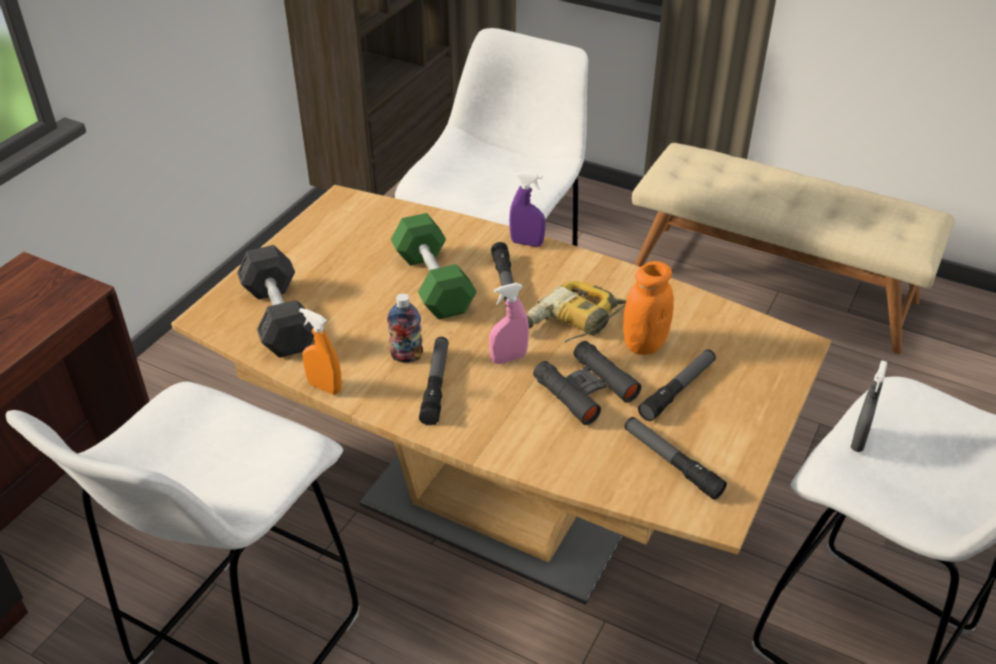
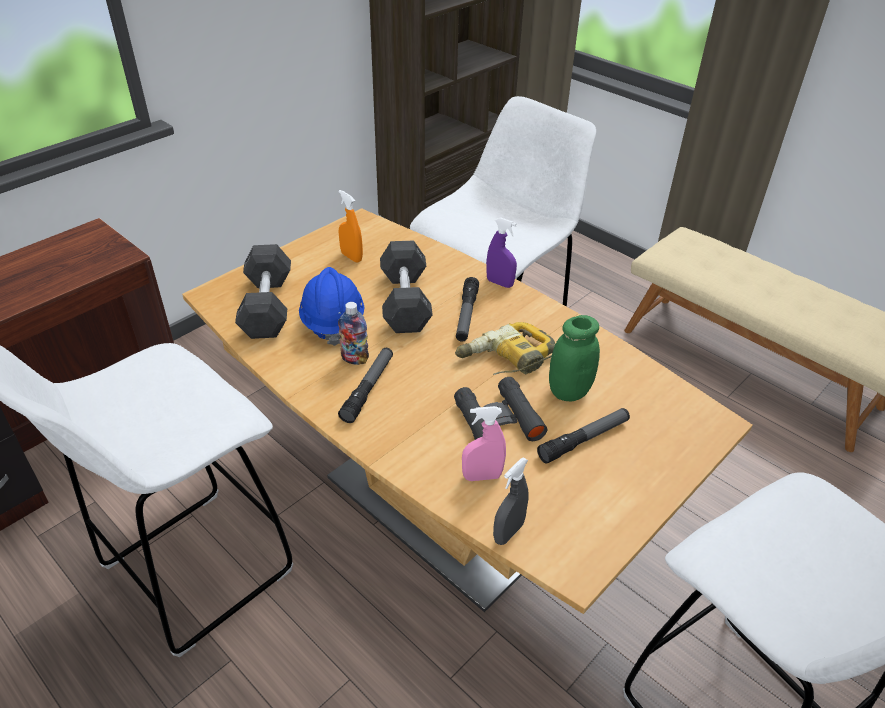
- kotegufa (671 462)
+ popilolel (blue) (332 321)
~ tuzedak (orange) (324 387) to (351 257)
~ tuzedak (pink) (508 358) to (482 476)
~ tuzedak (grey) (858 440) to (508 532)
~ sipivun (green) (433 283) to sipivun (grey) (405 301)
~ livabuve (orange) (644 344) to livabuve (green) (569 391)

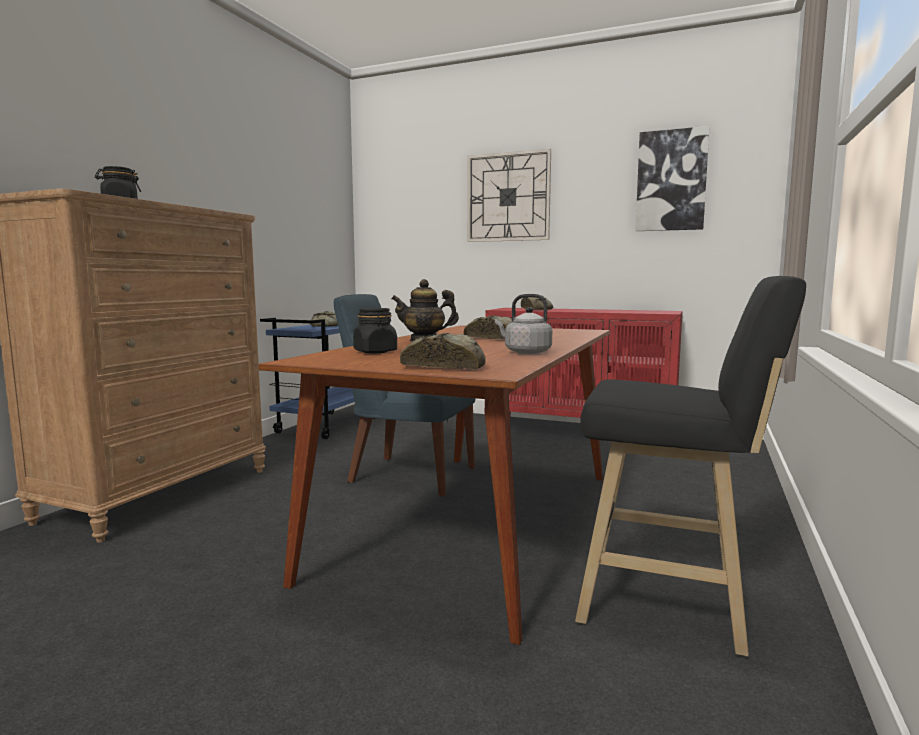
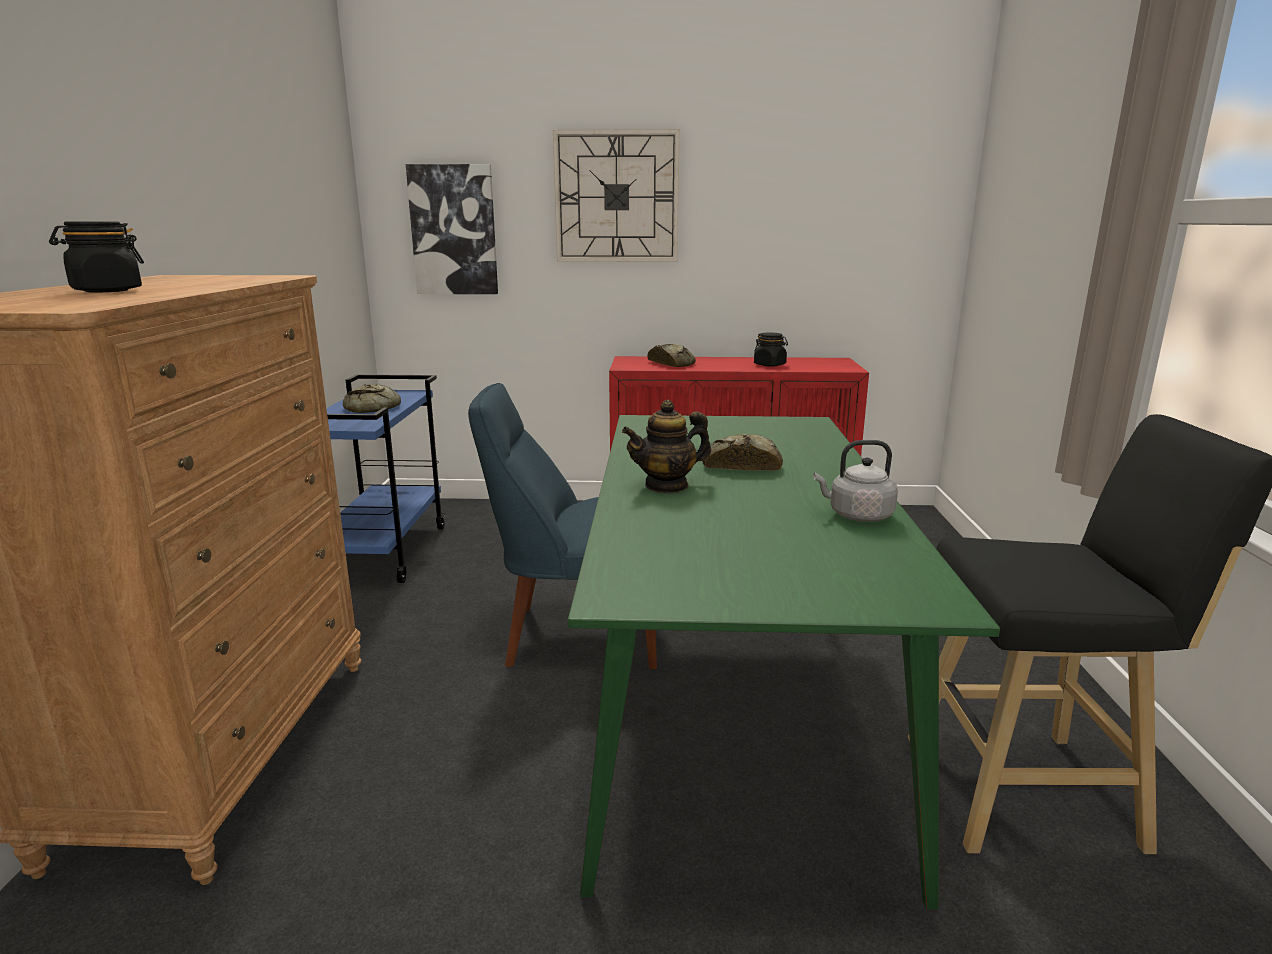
- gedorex (444 366)
~ livabuve (black) (375 352) to (770 365)
~ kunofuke (671 181) to (454 230)
~ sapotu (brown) (477 522) to sapotu (green) (733 708)

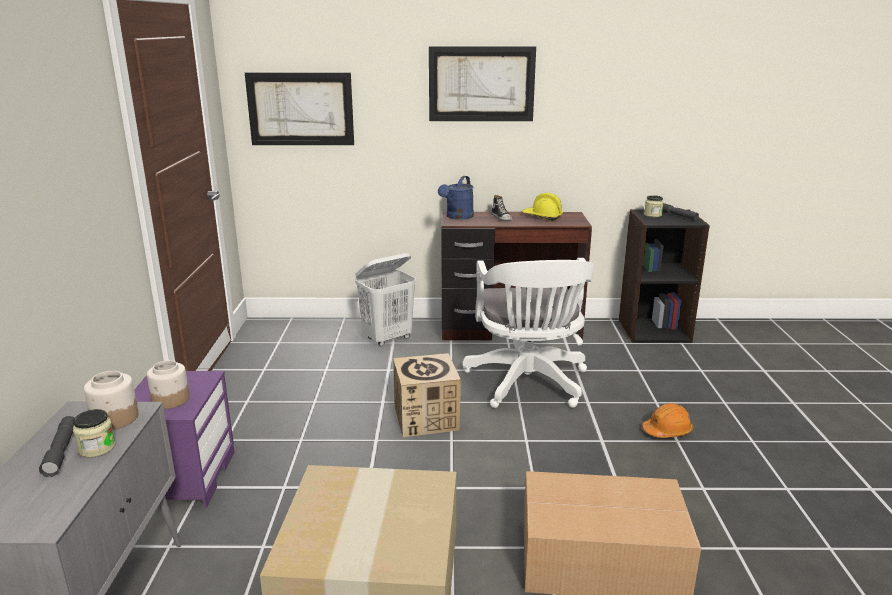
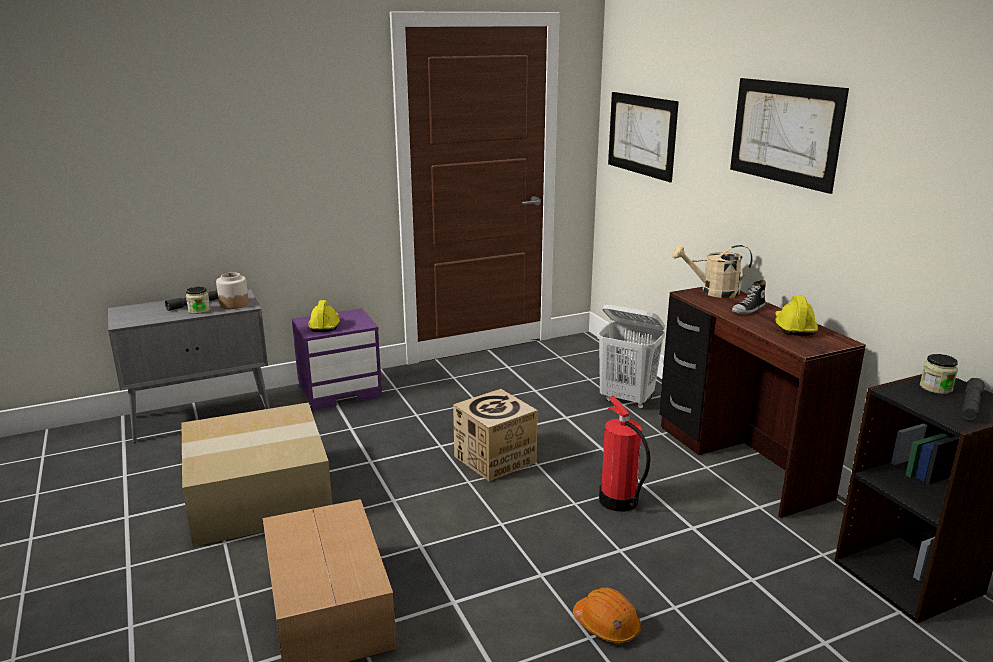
~ livabuve (171 400) to popilolel (yellow) (325 325)
~ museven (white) (528 384) to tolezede (619 501)
~ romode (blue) (457 217) to romode (beige) (712 292)

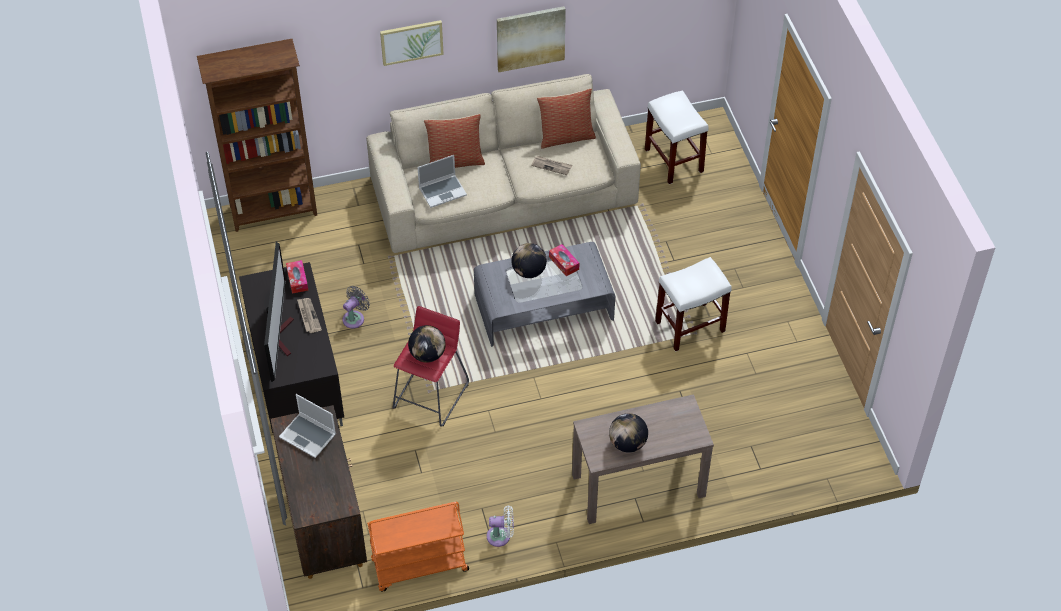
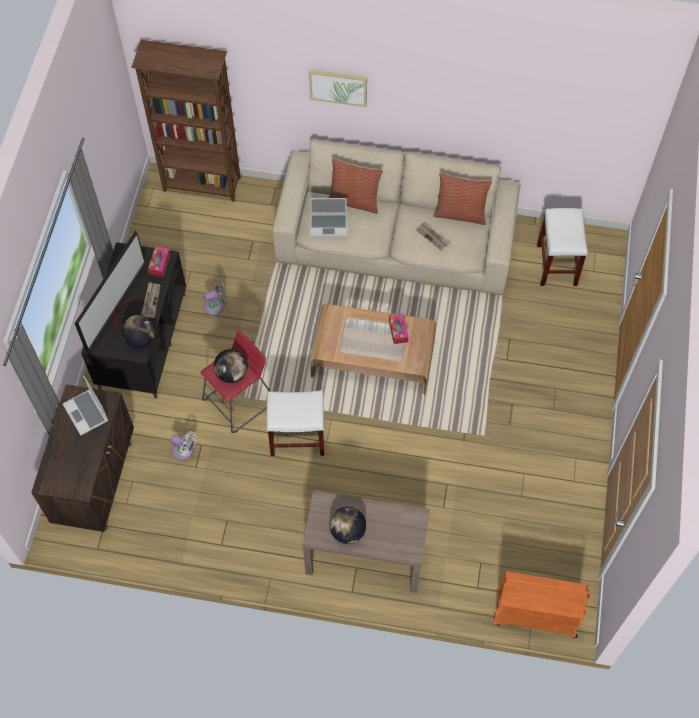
- kunofuke (530 38)
~ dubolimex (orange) (419 566) to (535 615)
~ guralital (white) (501 536) to (184 452)
~ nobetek (529 271) to (140 339)
~ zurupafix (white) (689 327) to (296 438)
~ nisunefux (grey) (543 307) to nisunefux (brown) (373 359)

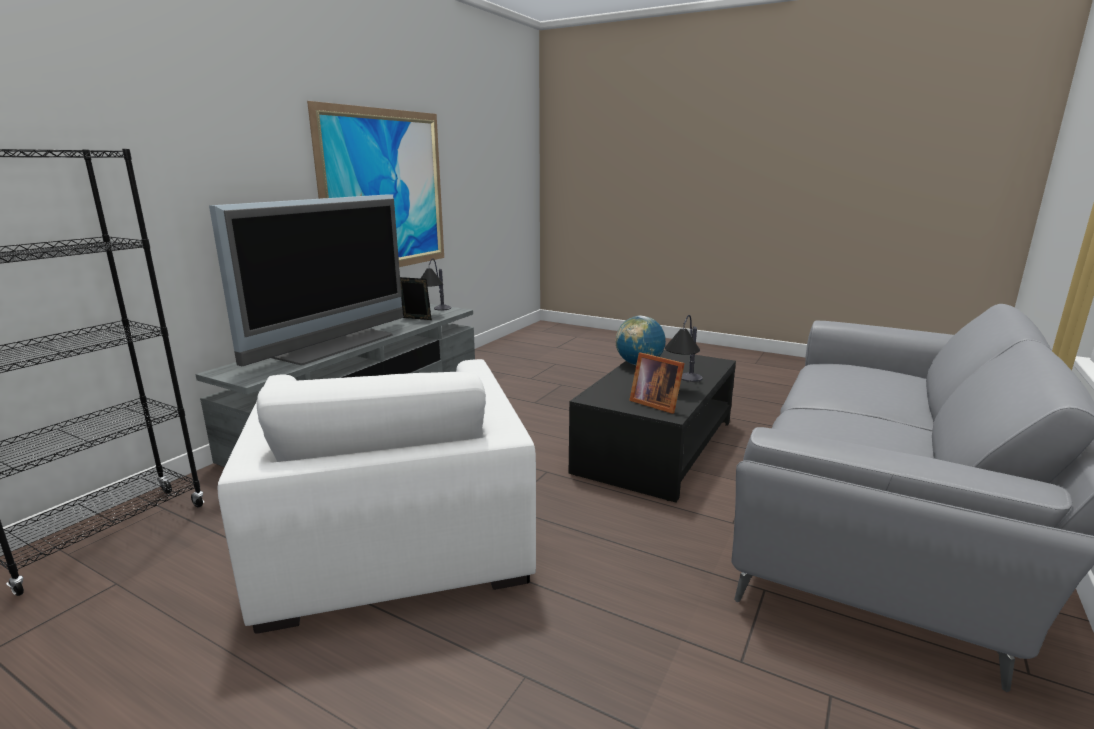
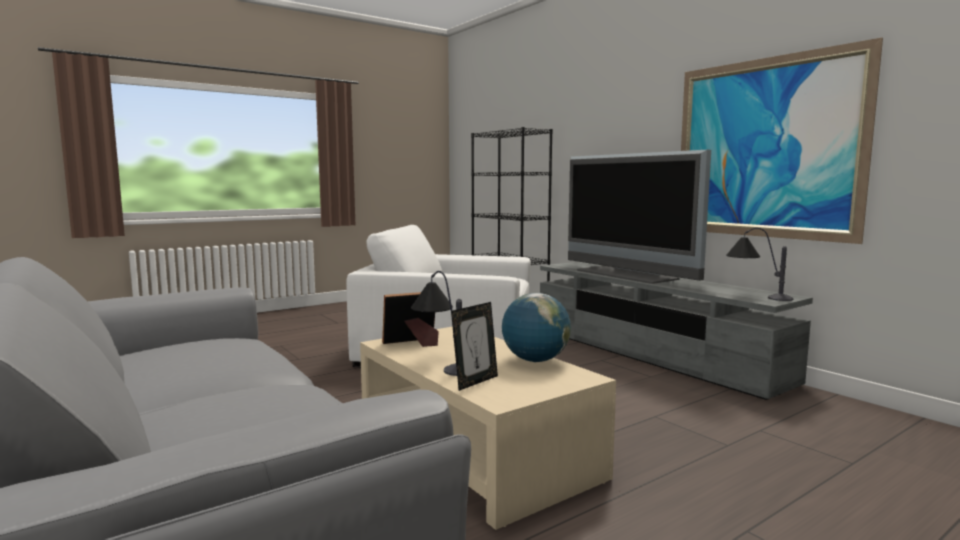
~ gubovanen (416 319) to (475 382)
~ nisunefux (black) (656 446) to nisunefux (beige) (474 449)

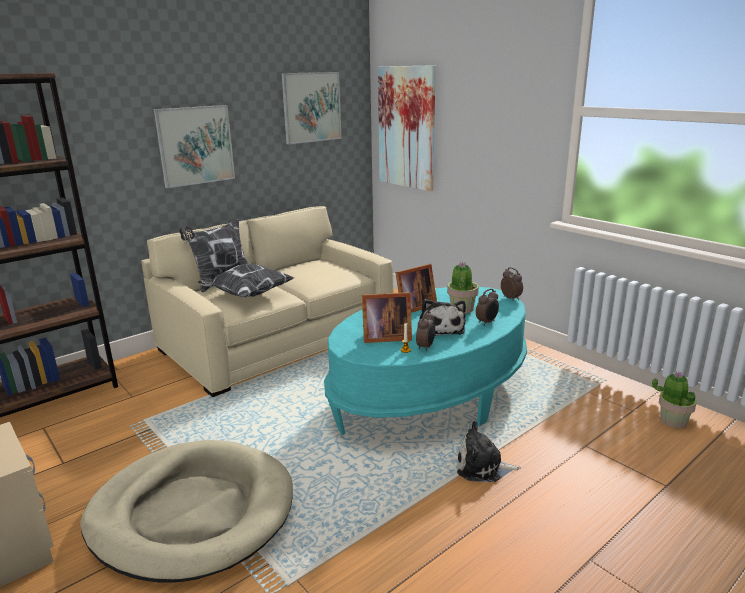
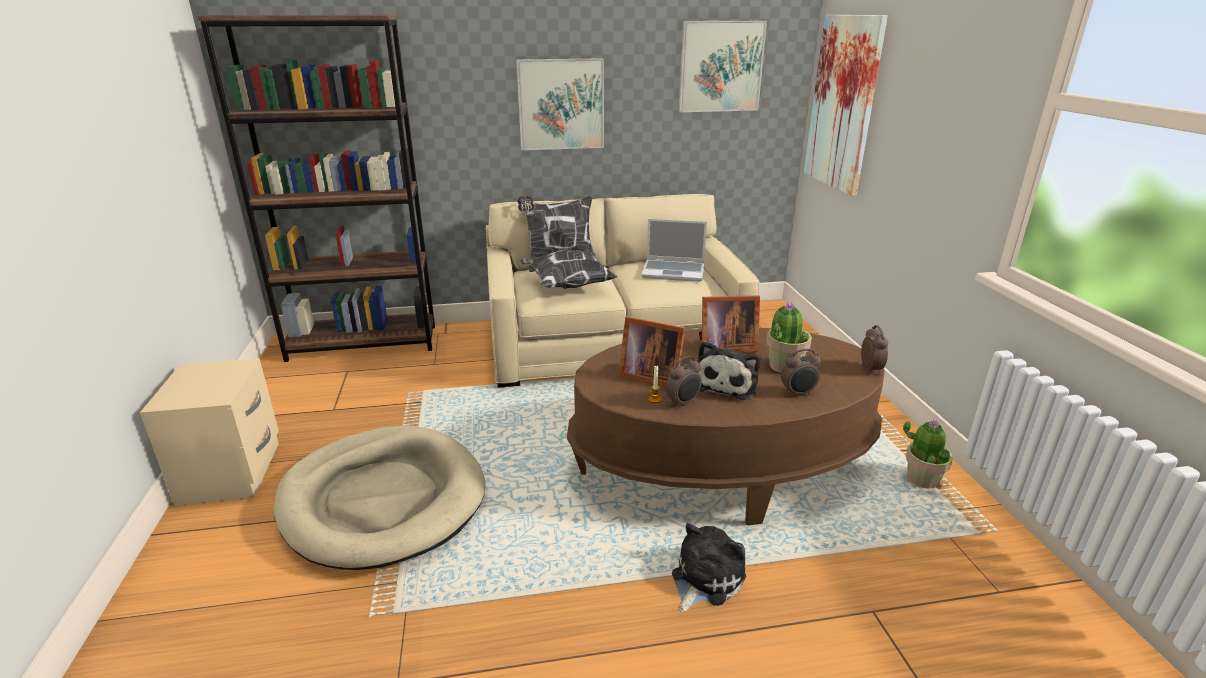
+ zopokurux (674 272)
~ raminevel (672 421) to (922 479)
~ nisunefux (turquoise) (430 396) to nisunefux (brown) (721 464)
~ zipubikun (483 467) = (704 579) 90 degrees clockwise

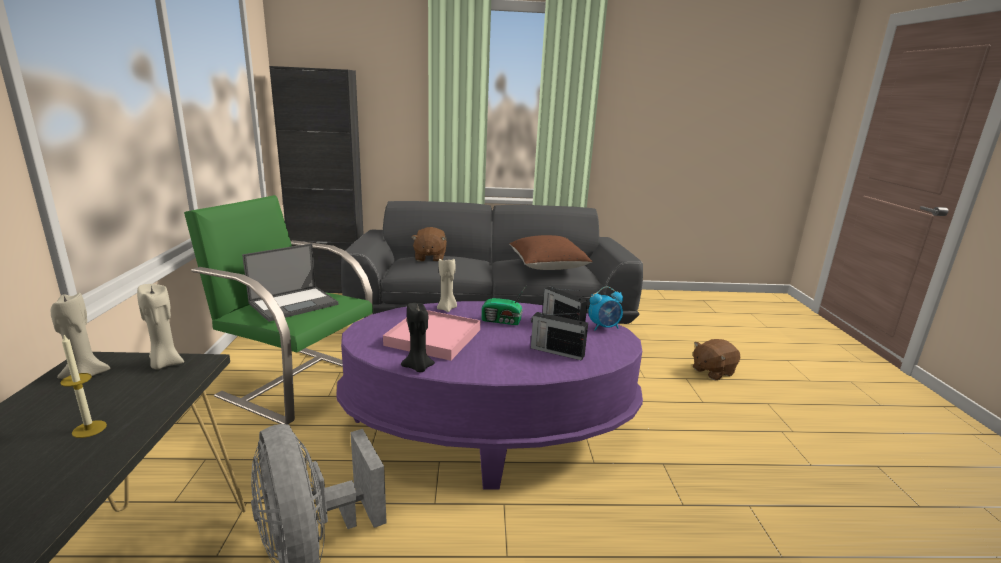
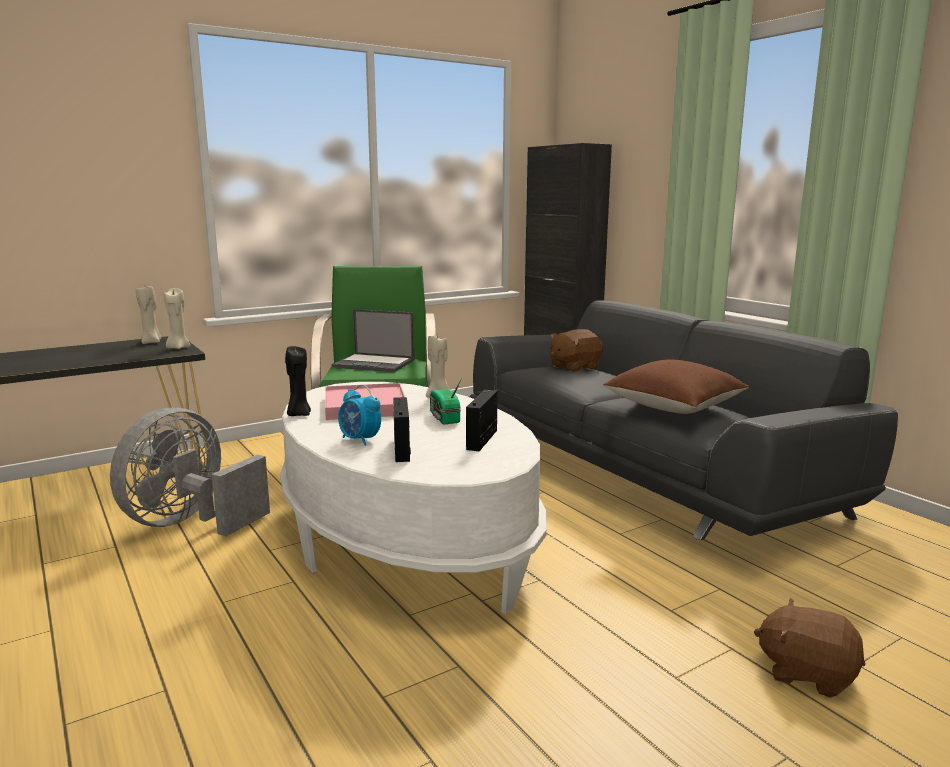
- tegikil (89 429)
~ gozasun (604 327) to (360 440)
~ nisunefux (purple) (489 429) to nisunefux (white) (406 541)

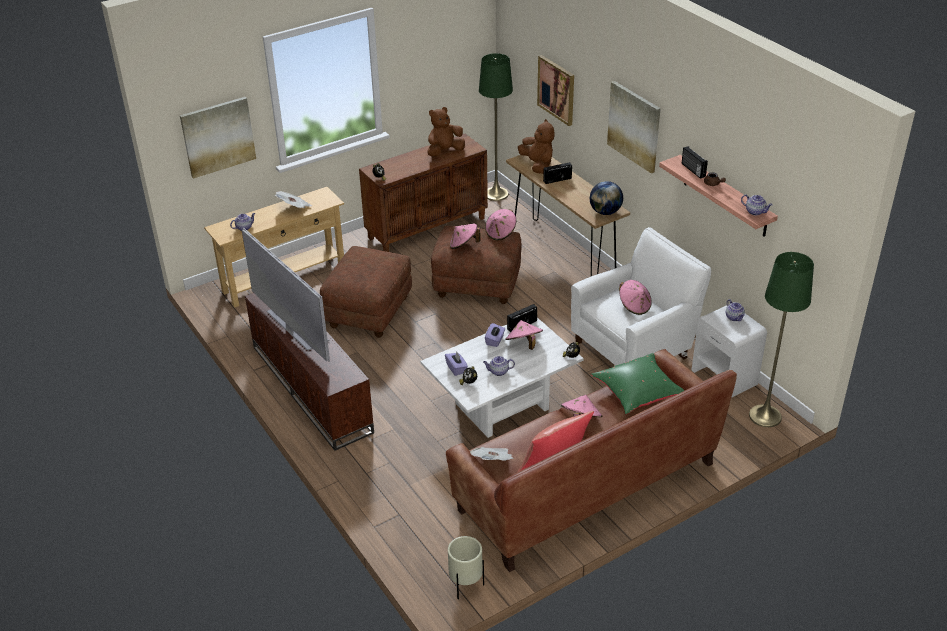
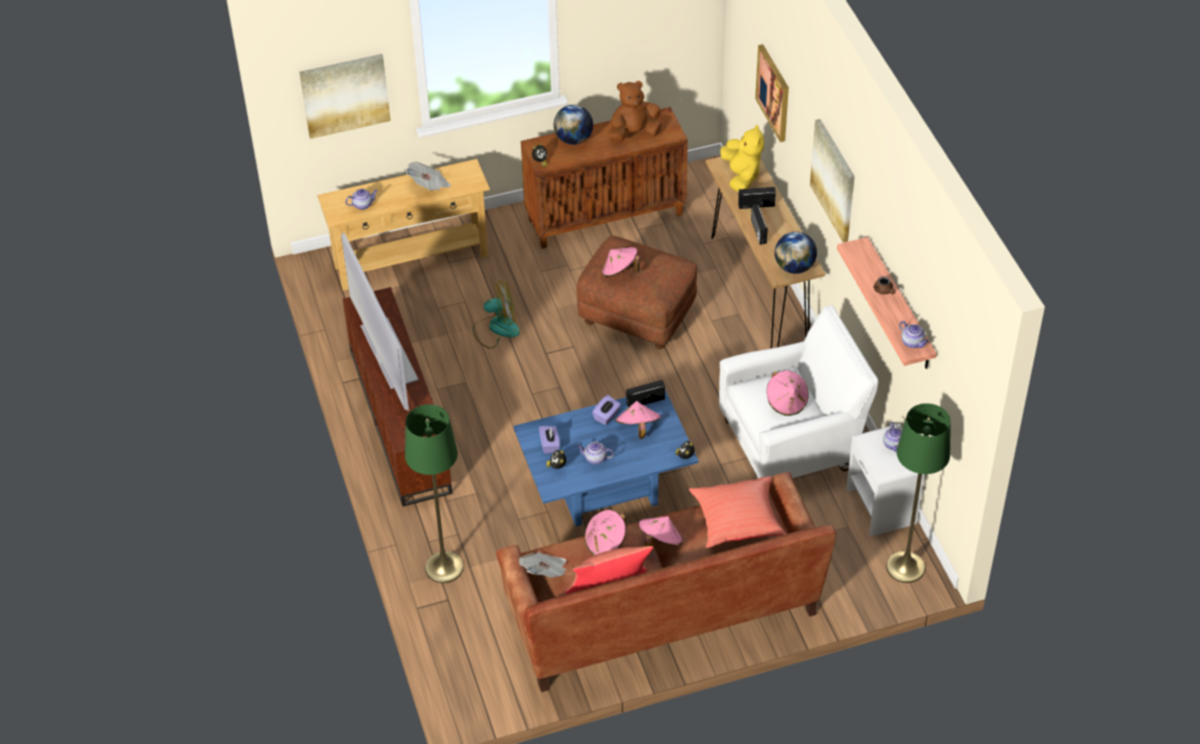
- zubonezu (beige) (465 586)
+ nobetek (574 139)
~ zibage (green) (496 194) to (444 567)
~ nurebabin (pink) (501 233) to (605 542)
~ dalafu (692 170) to (758 231)
~ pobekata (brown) (369 312) to guralital (496 328)
~ nisunefux (white) (501 406) to nisunefux (blue) (606 489)
~ zipubikun (brown) (538 165) to zipubikun (yellow) (741 176)
~ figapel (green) (638 394) to figapel (red) (737 522)

